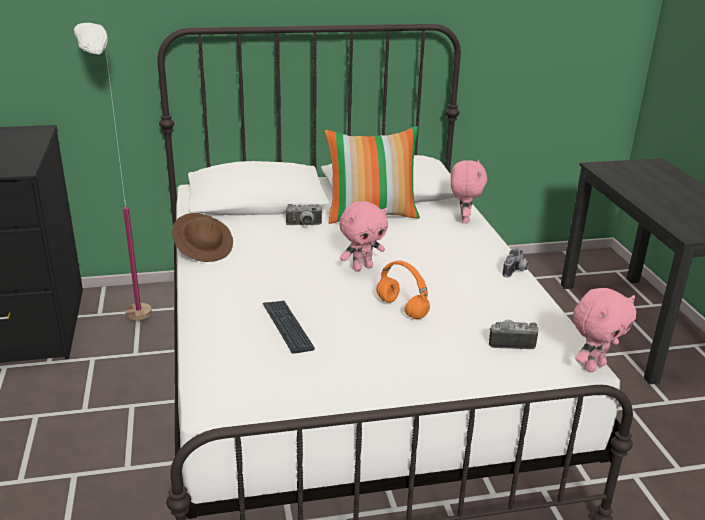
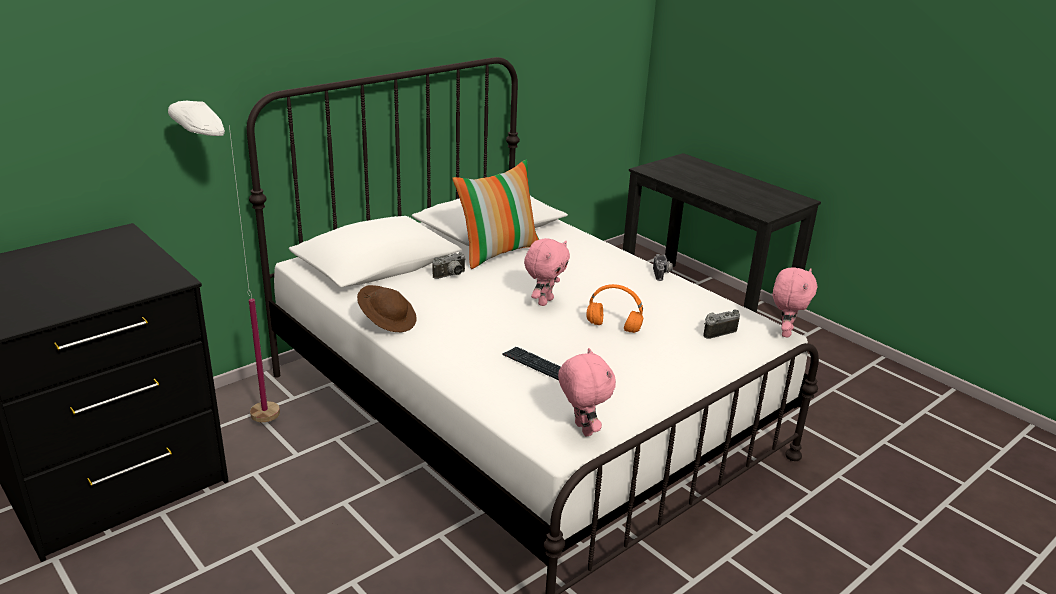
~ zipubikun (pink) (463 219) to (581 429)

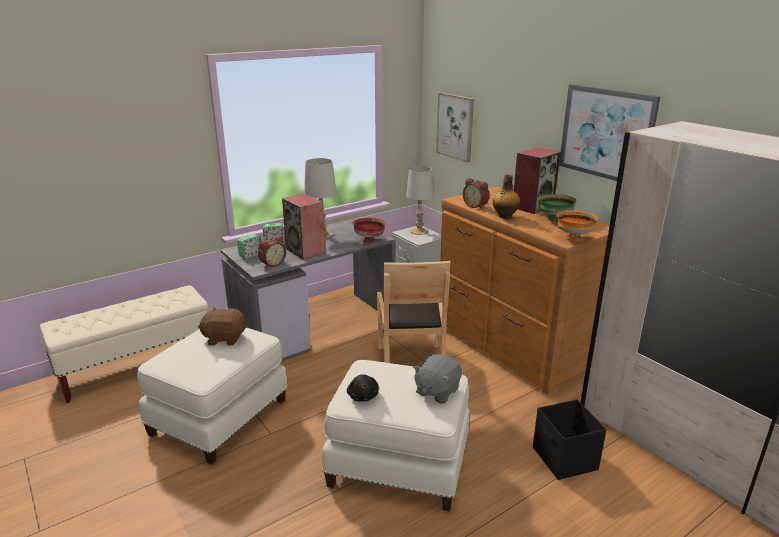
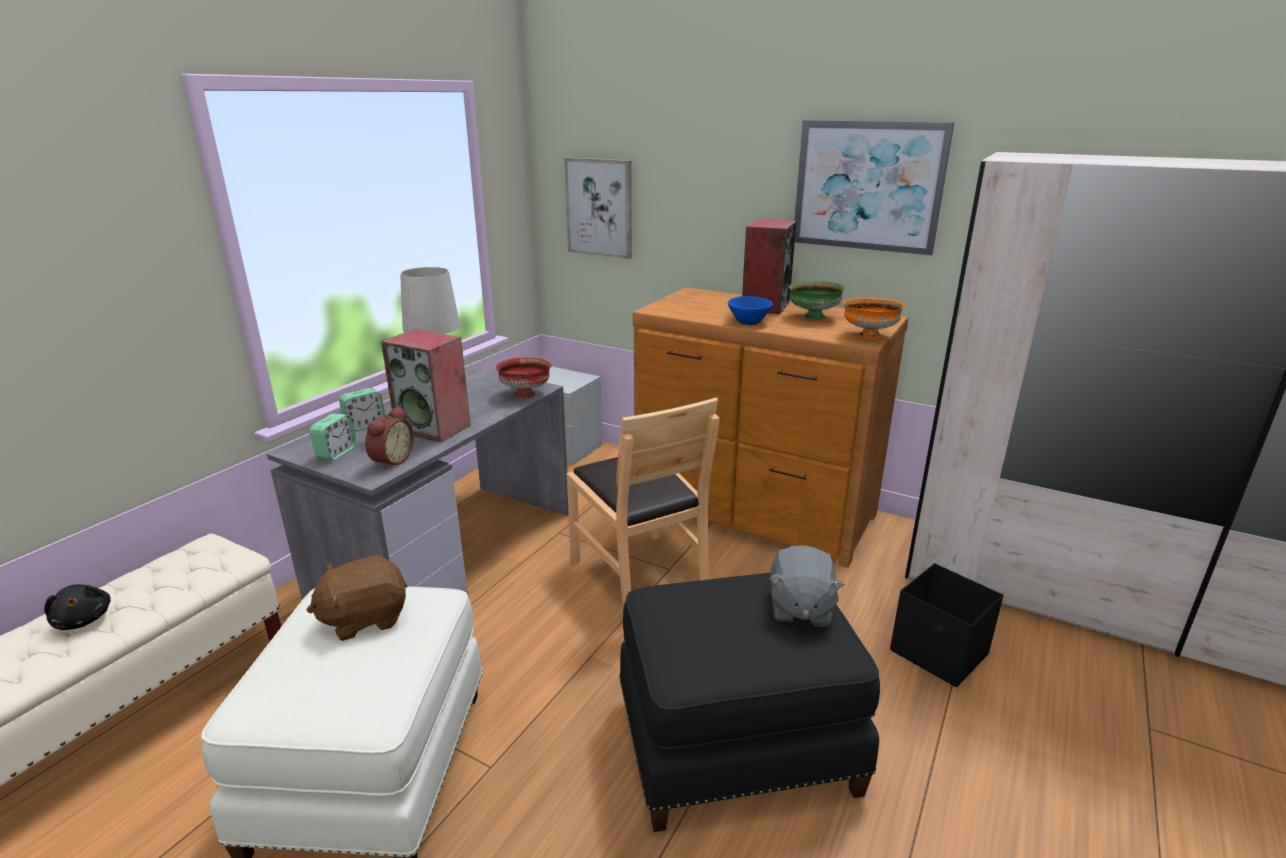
- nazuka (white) (419 231)
- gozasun (476 206)
~ zipubikun (black) (363 396) to (84 619)
~ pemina (504 216) to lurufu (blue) (747 322)
~ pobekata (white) (399 463) to pobekata (black) (735 742)

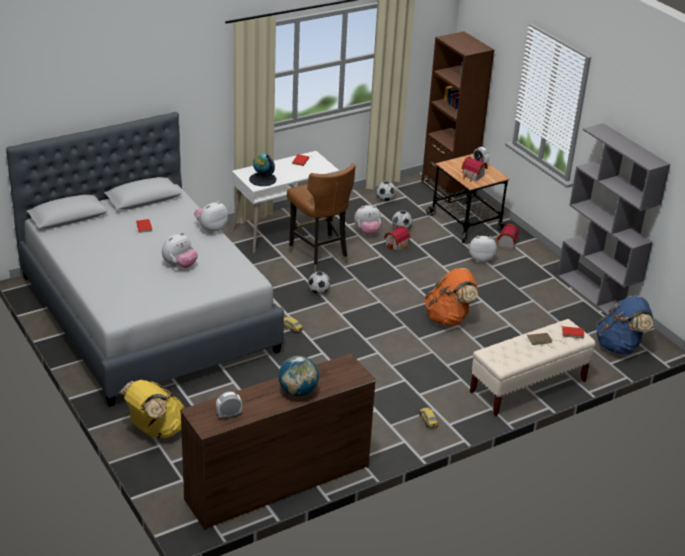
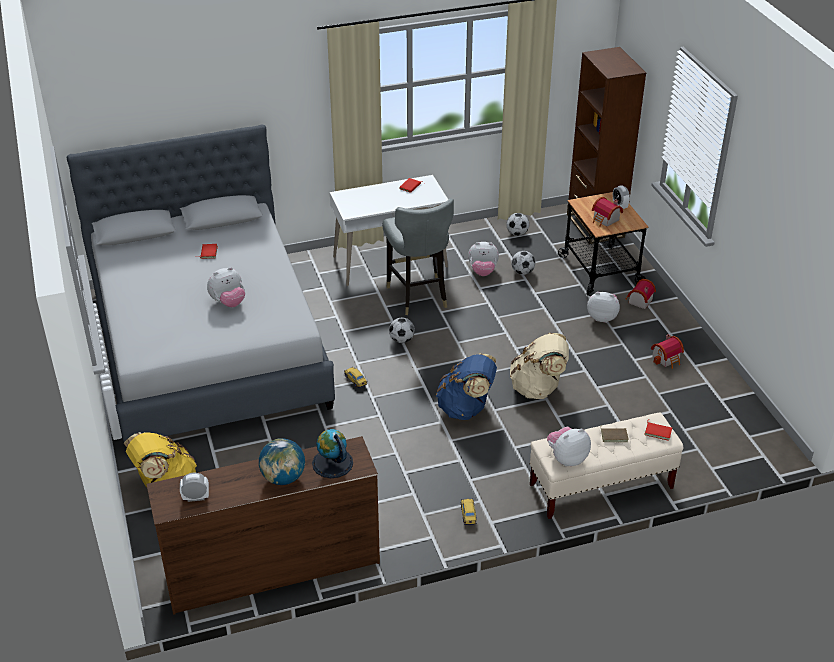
- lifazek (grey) (596 295)
~ zipubikun (211 229) to (567 458)
~ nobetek (262 179) to (332 463)
~ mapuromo (398 245) to (667 359)
~ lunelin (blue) (619 346) to (466 408)
~ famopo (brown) (319 256) to famopo (grey) (418 295)
~ lunelin (orange) (448 318) to lunelin (beige) (538 388)

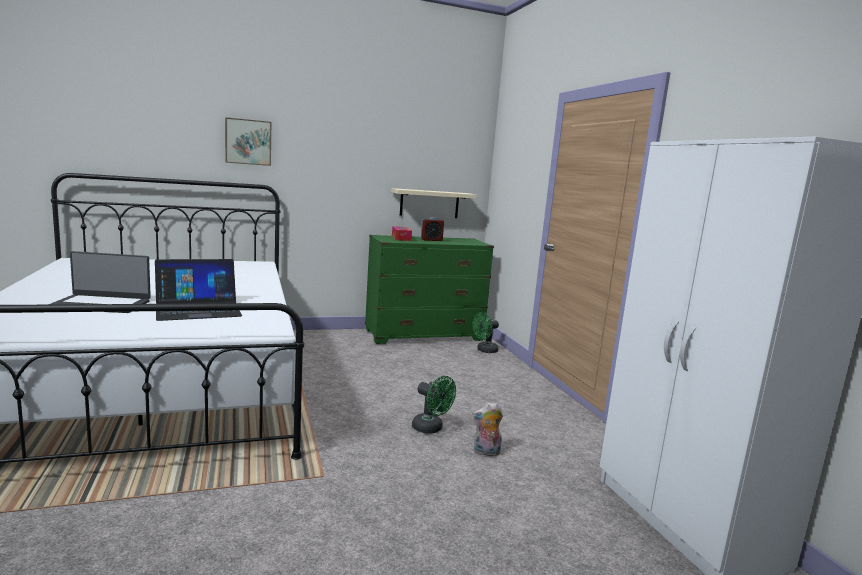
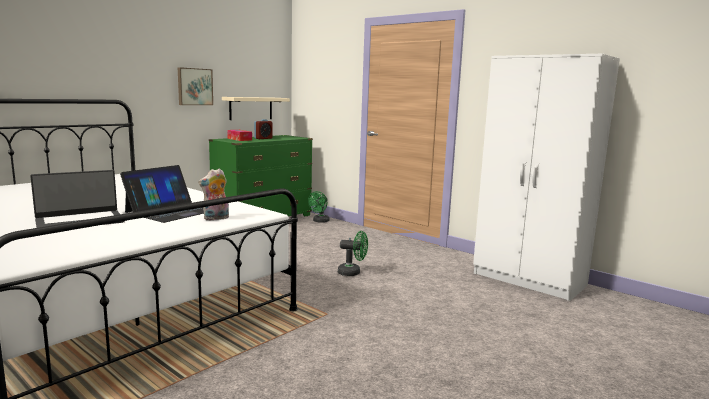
~ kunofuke (248 142) to (194 86)
~ zipubikun (486 452) to (216 218)

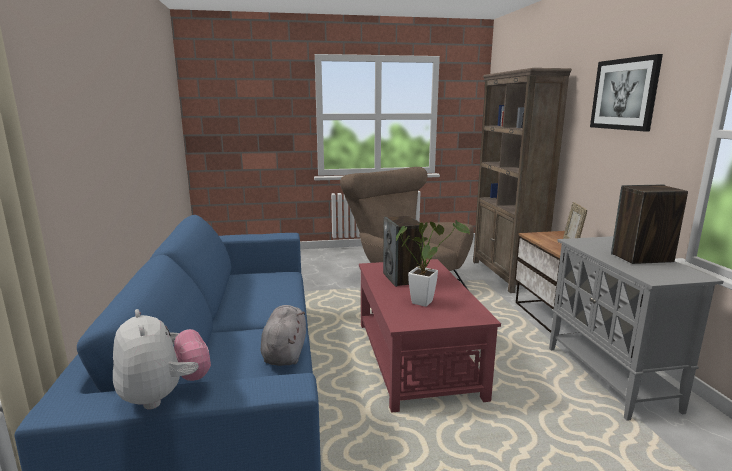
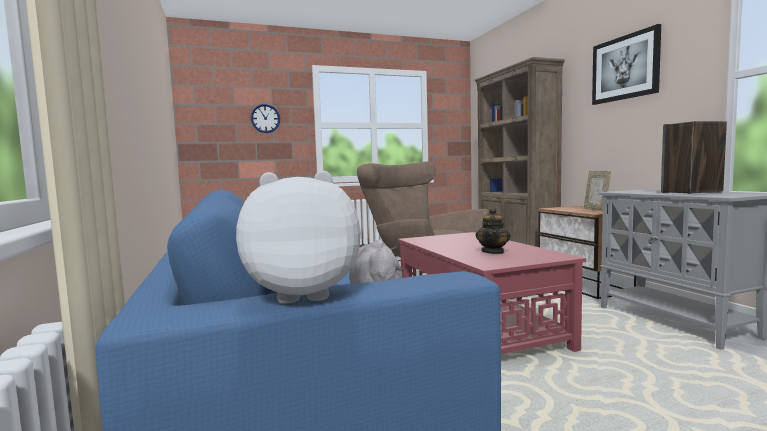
- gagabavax (402 278)
+ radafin (265 118)
~ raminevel (424 300) to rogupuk (493 252)
~ zipubikun (164 395) = (303 294) 60 degrees counterclockwise

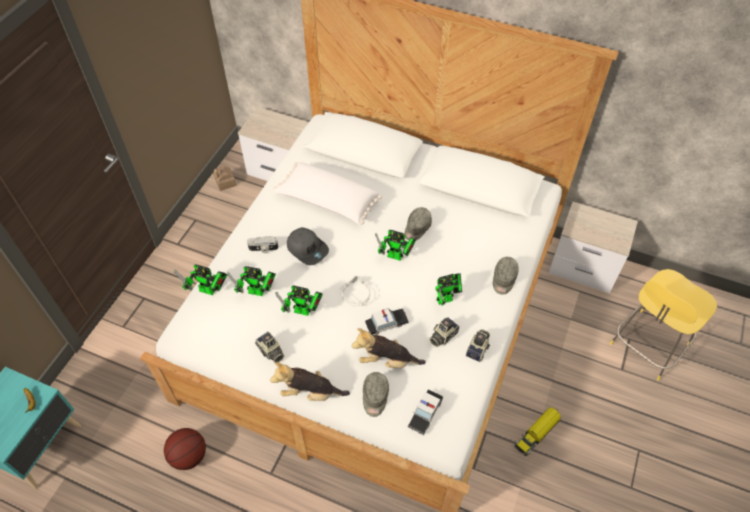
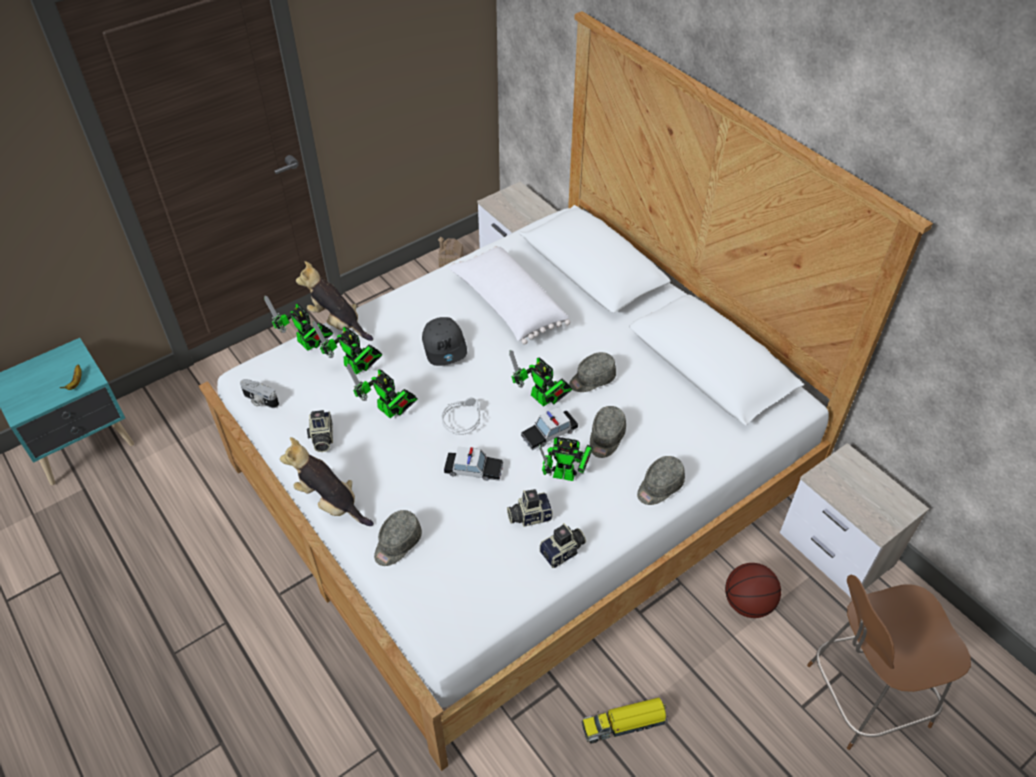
+ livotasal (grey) (606 438)
~ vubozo (189 456) to (748 603)
~ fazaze (263 249) to (259 400)
~ zipubikun (387 360) to (338 323)
~ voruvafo (425 413) to (549 433)
~ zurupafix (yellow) (647 346) to zurupafix (brown) (863 696)

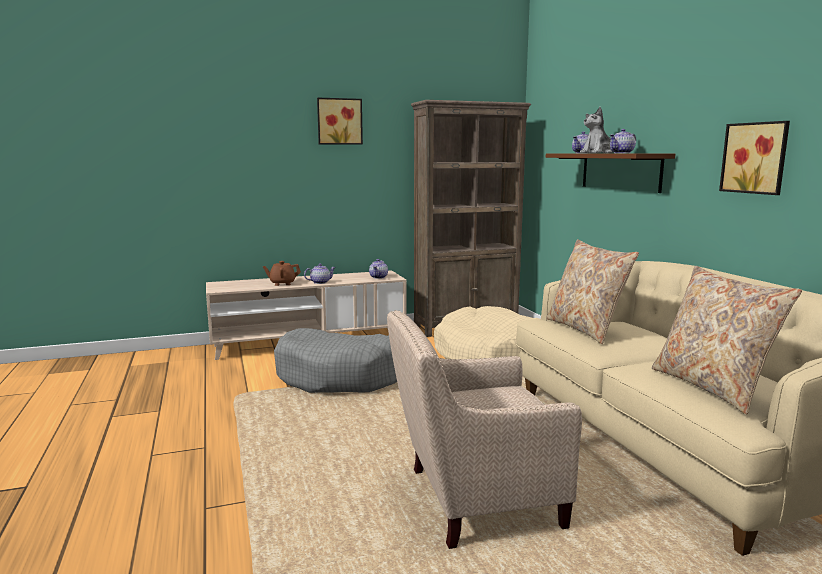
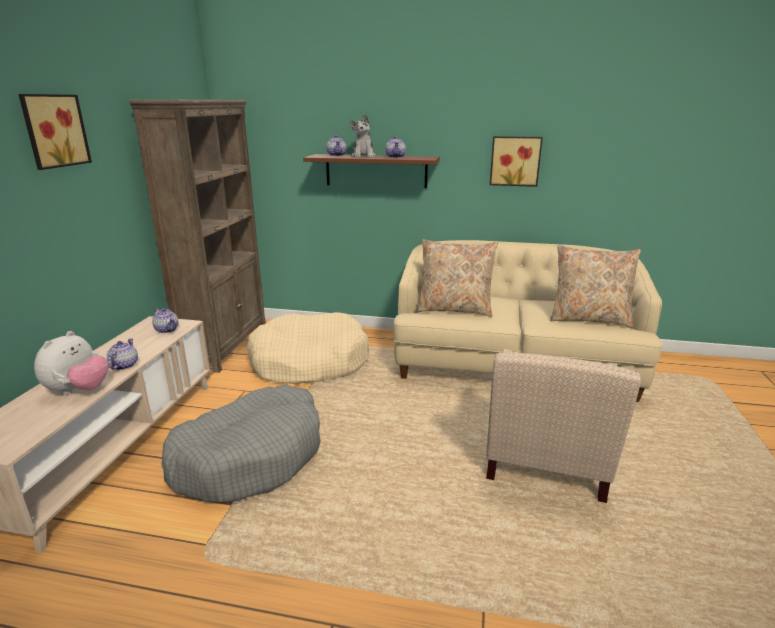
~ rogupuk (brown) (282 283) to zipubikun (79 390)

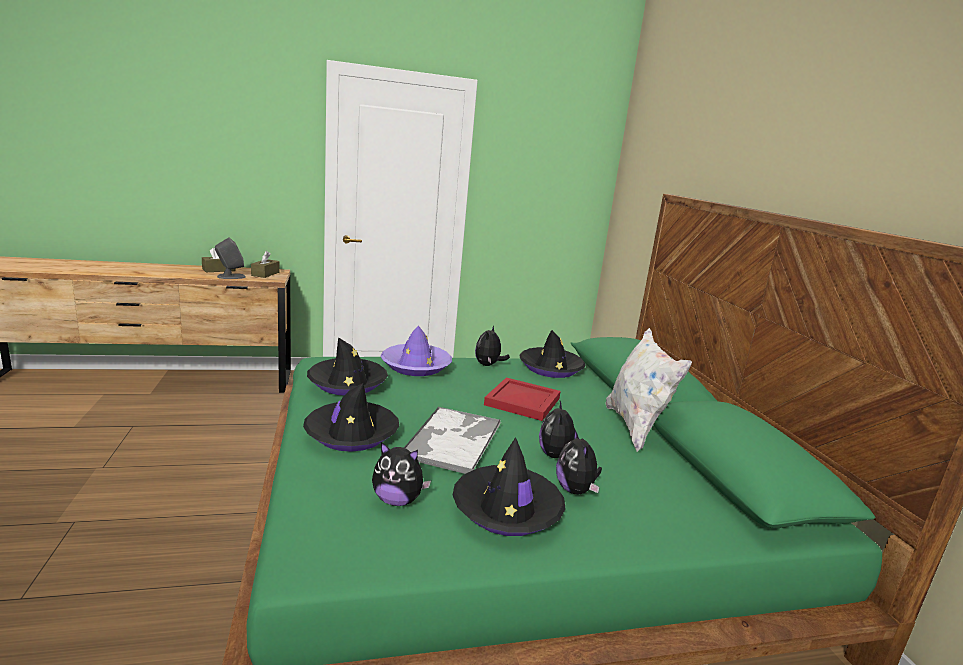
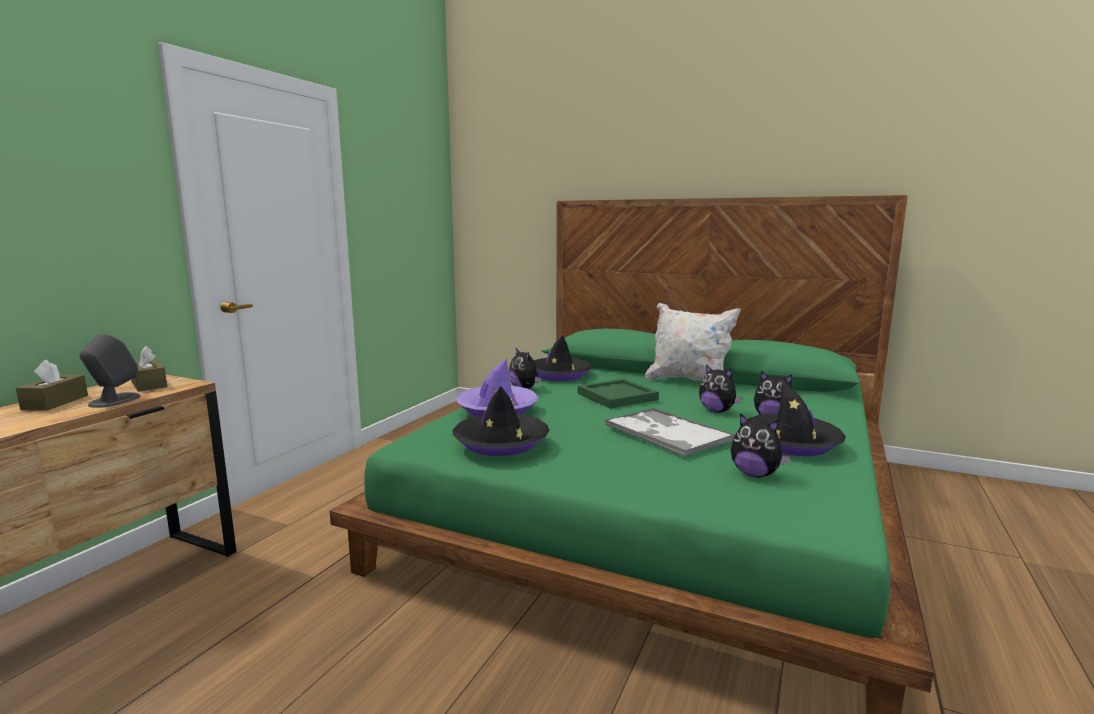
- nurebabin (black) (351 434)
~ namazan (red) (523 401) to namazan (green) (617 396)
~ zipubikun (397 500) = (755 474) 75 degrees clockwise

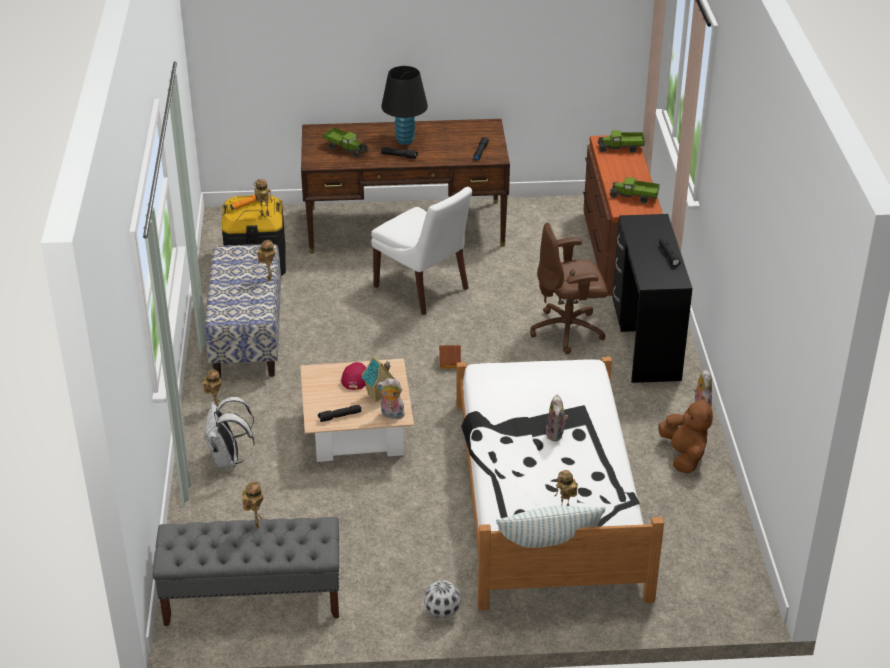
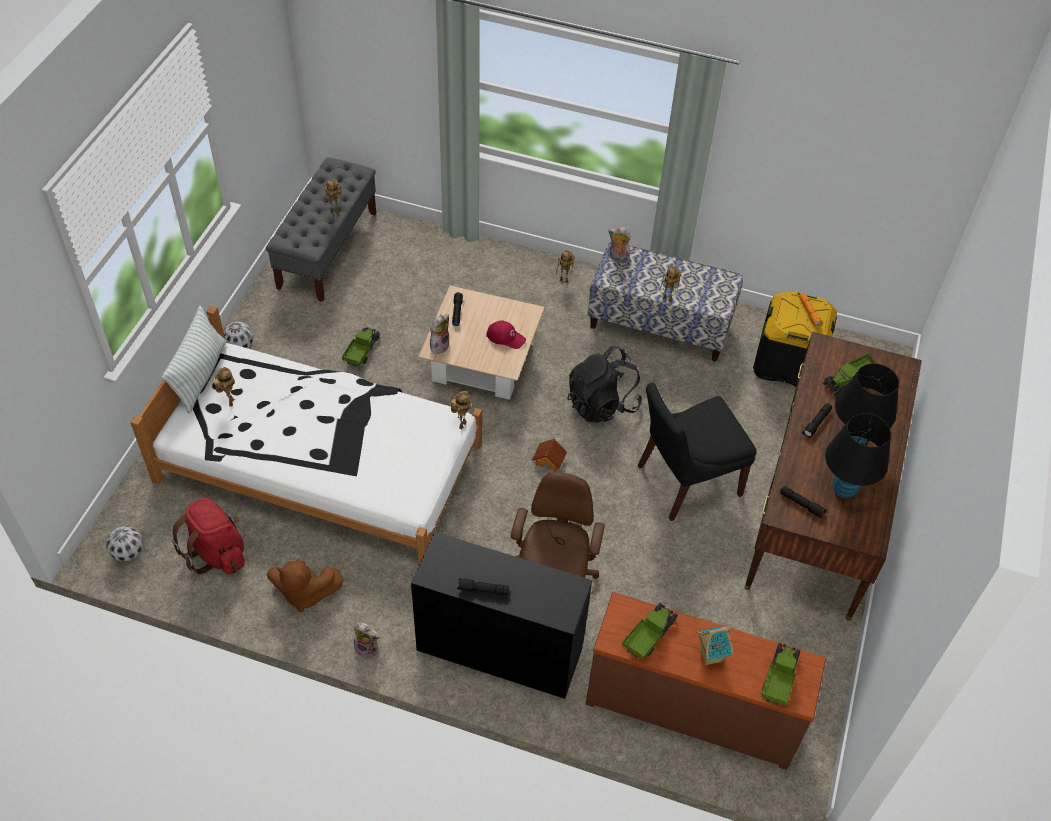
- lunelin (white) (228 460)
+ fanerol (128 553)
+ lunelin (red) (217 552)
+ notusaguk (362 351)
+ lunelin (black) (602 404)
+ nazuka (black) (844 490)
~ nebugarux (264 215) to (462 424)
~ mapuromo (378 395) to (709 656)
~ zipubikun (556 434) to (618 258)
~ famopo (white) (423 289) to famopo (black) (685 481)

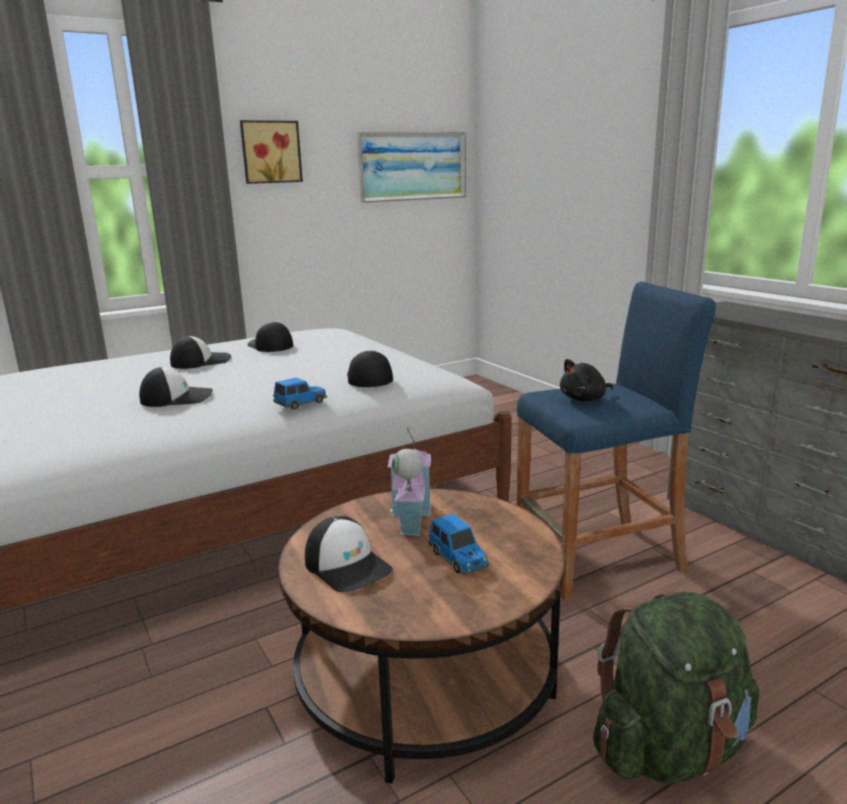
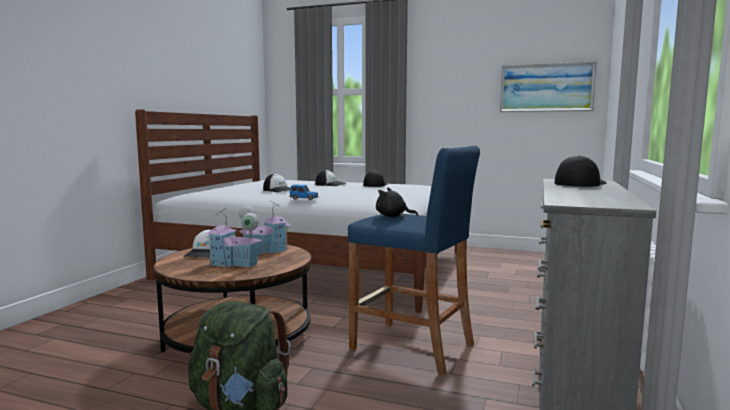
- kunofuke (270 152)
~ livotasal (368 378) to (579 183)
~ voruvafo (458 559) to mapuromo (233 264)

